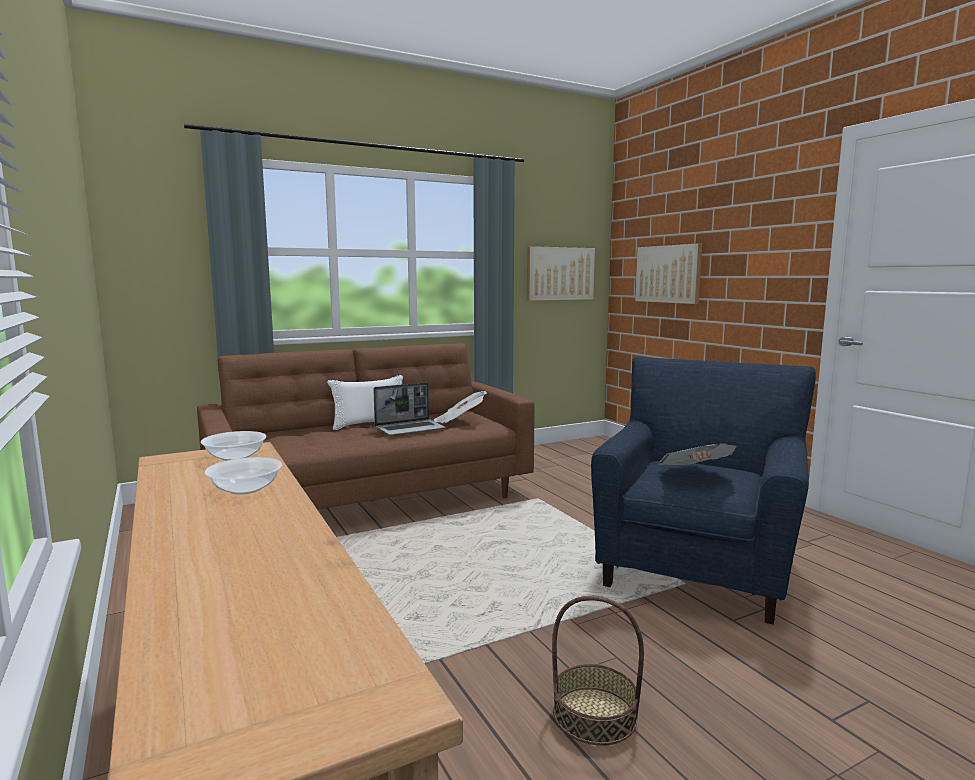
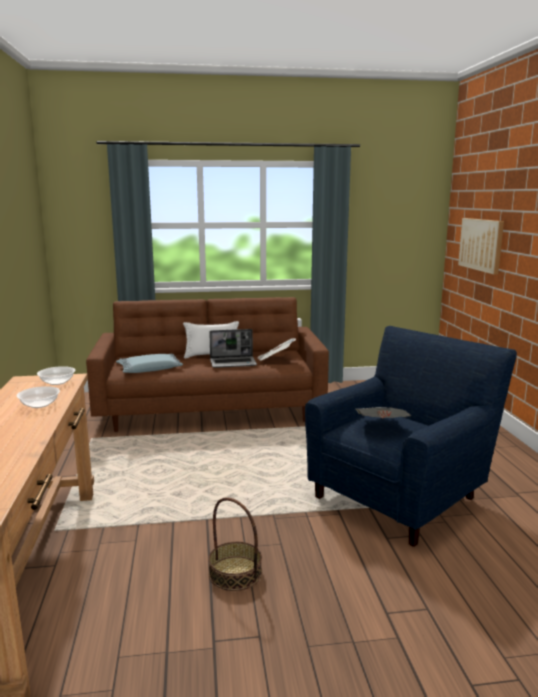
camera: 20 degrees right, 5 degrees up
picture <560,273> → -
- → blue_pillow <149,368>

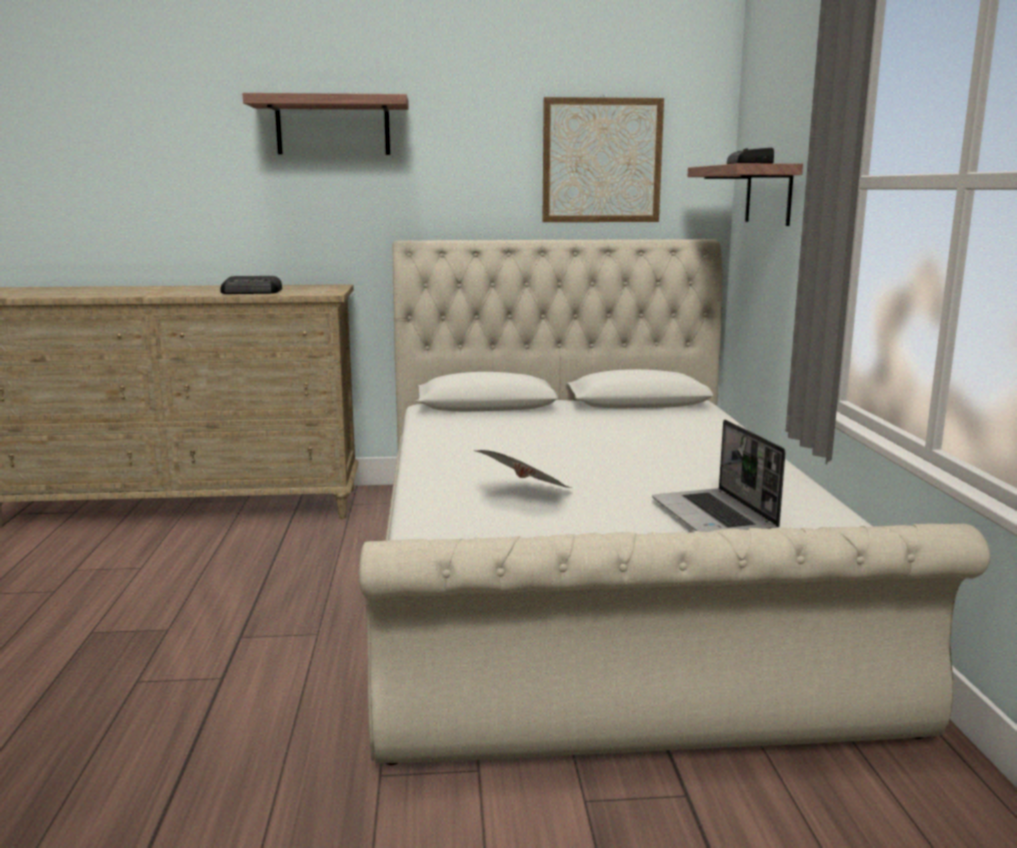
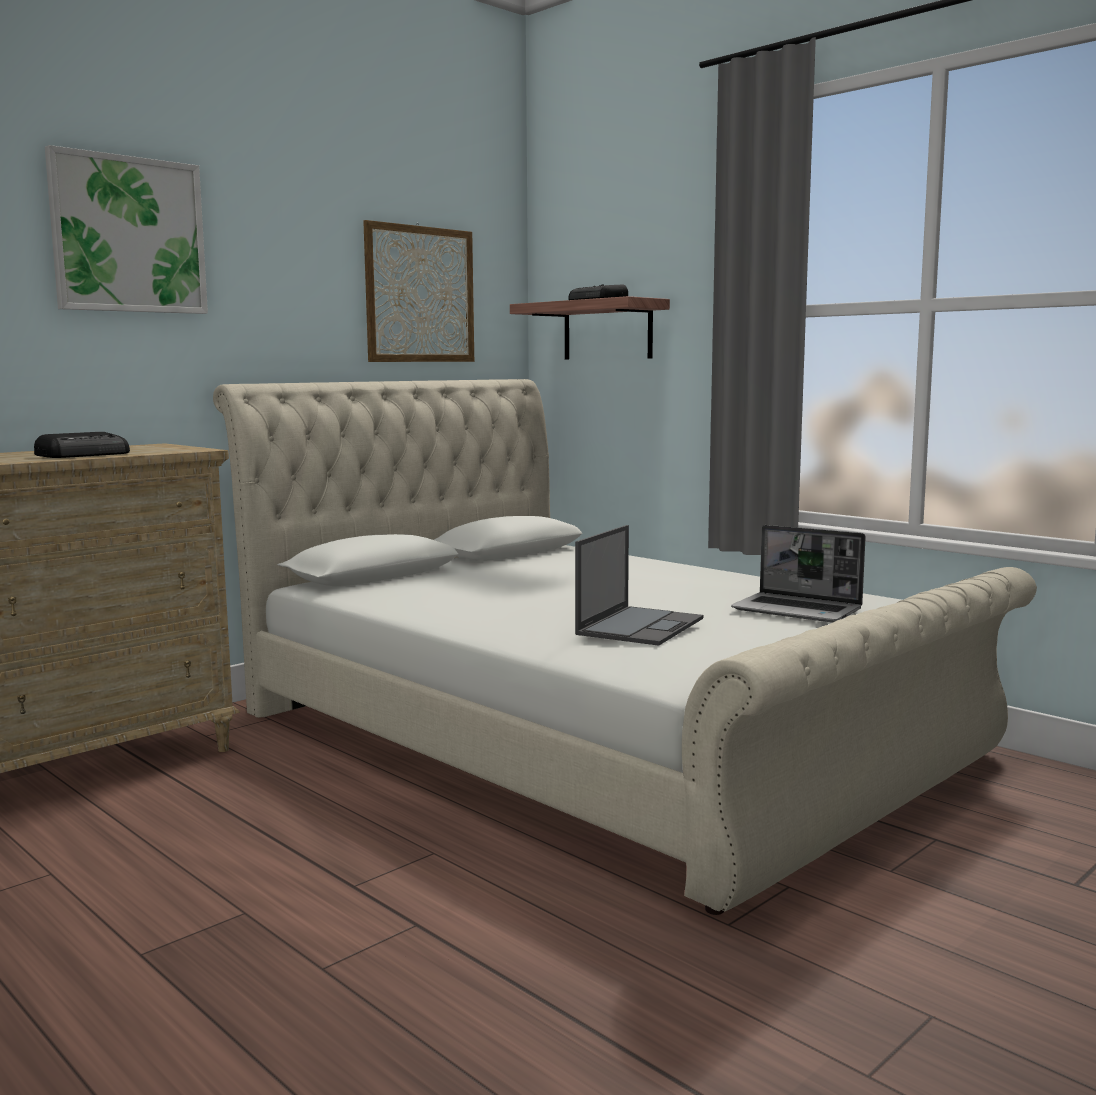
camera: 40 degrees left, 5 degrees down
shelf <333,127> → picture <128,235>
newspaper <526,495> → laptop <640,626>

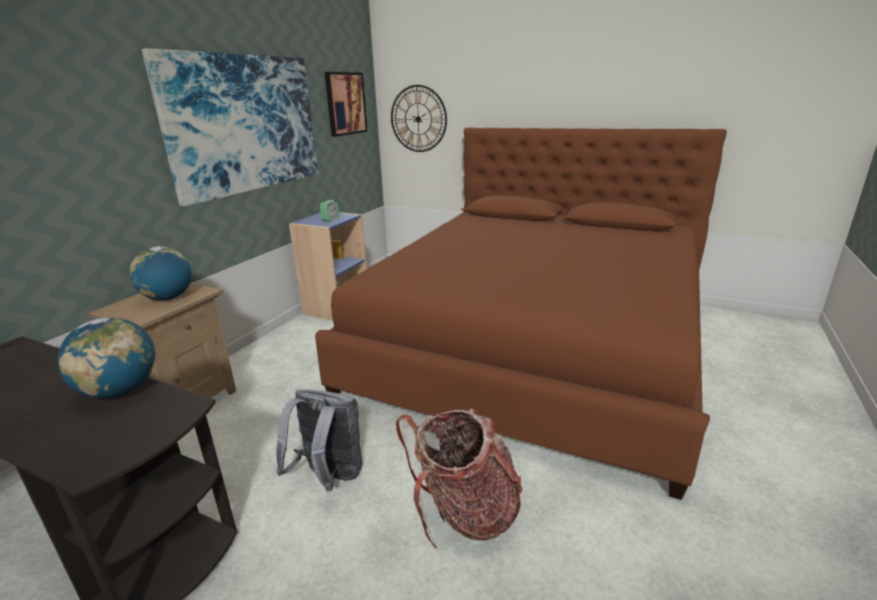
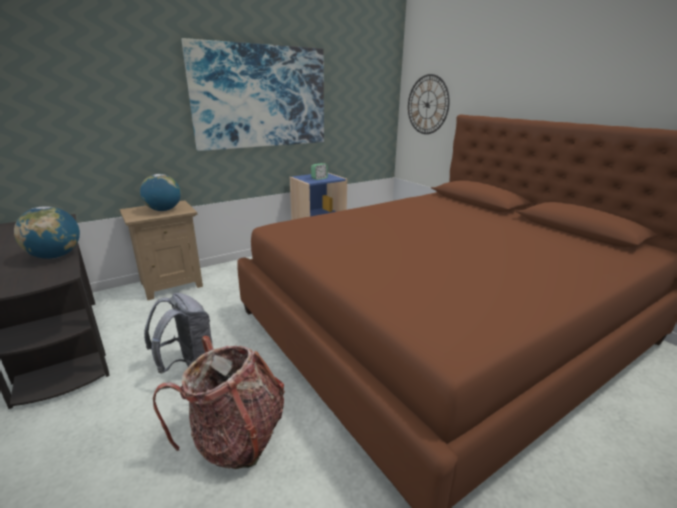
camera: 30 degrees right, 0 degrees up
picture <345,103> → -

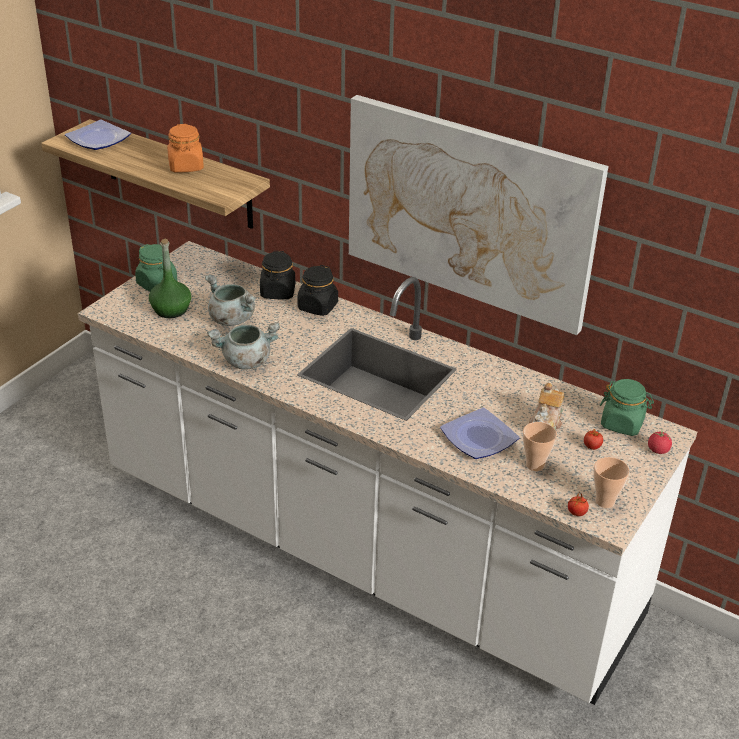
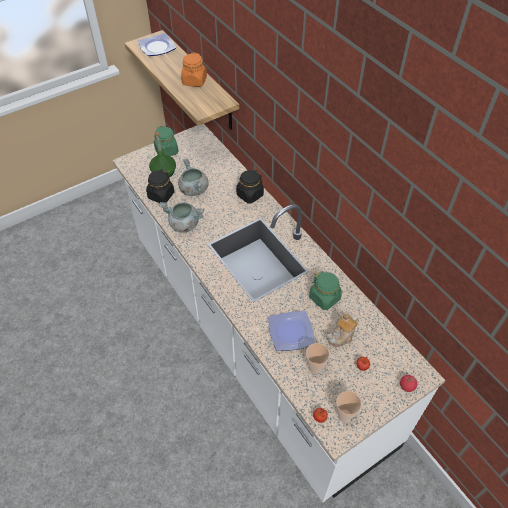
camera: 25 degrees right, 15 degrees up
picture <469,212> → -
black_jar <278,292> → black_jar <161,195>, shifted
green_jar <622,423> → green_jar <324,298>, shifted

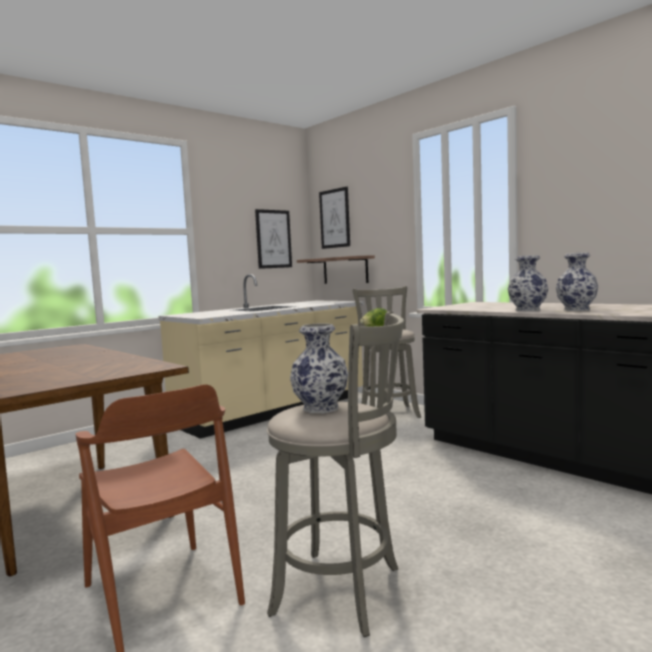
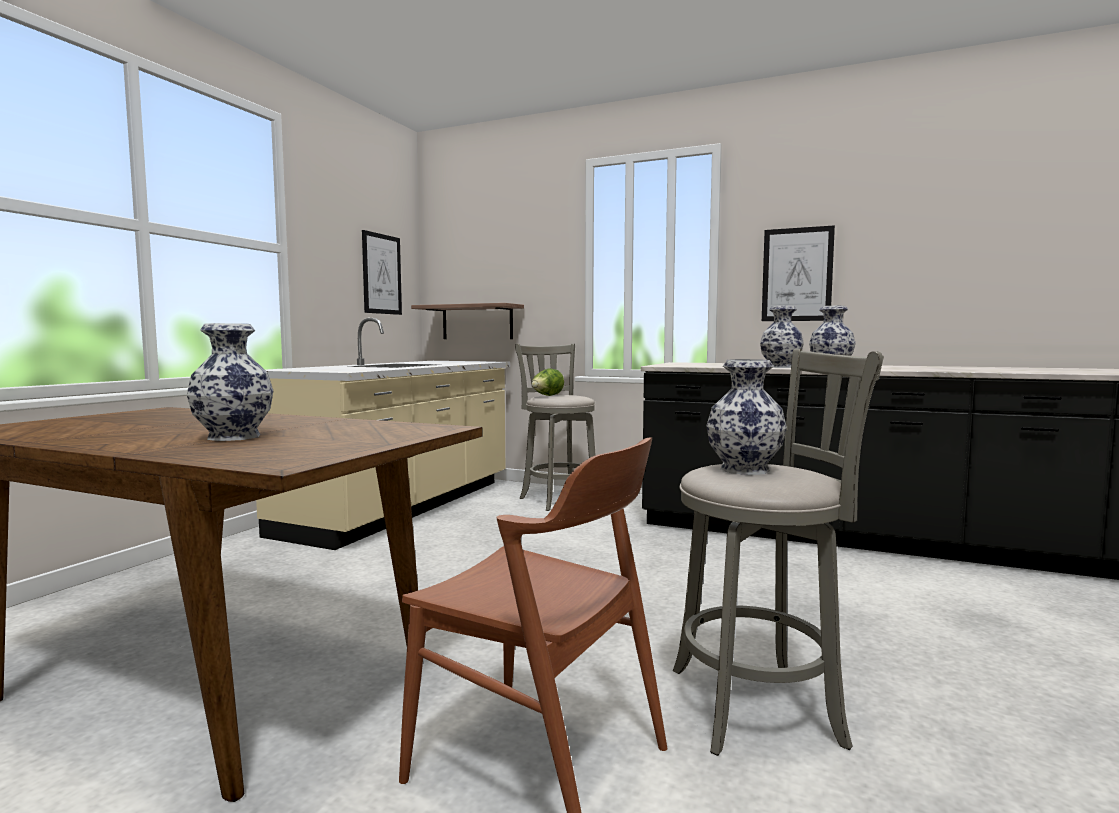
camera: 25 degrees left, 0 degrees up
picture <334,218> → picture <797,274>, shifted
- → vase <235,436>

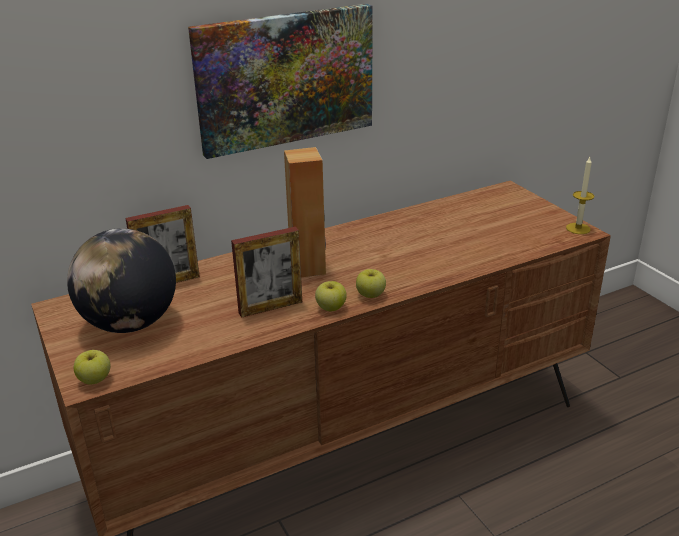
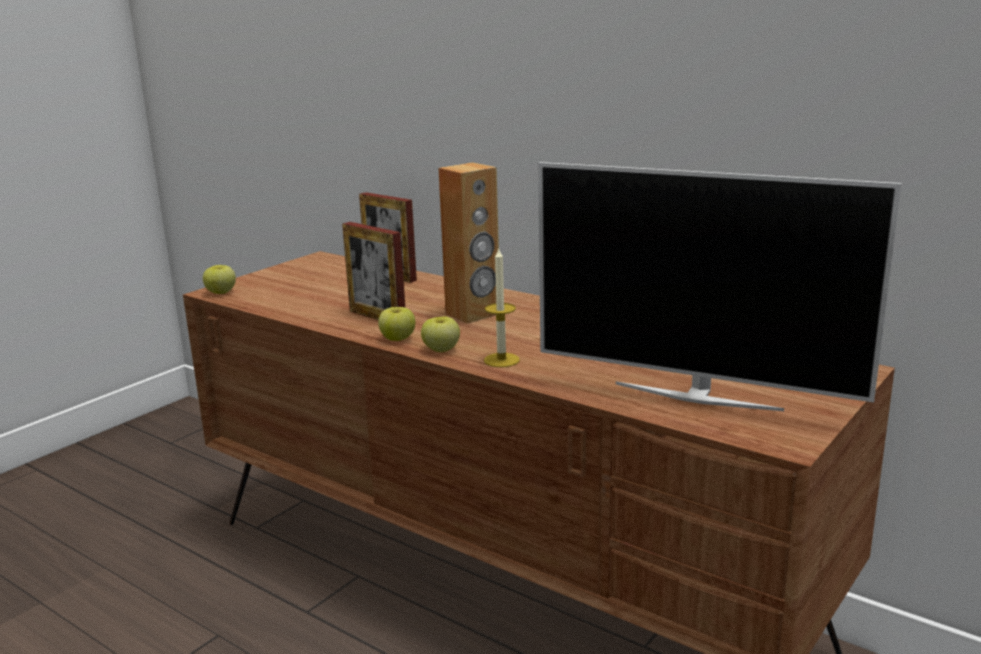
camera: 65 degrees right, 10 degrees down
picture <285,78> → -
candle <578,228> → candle <501,360>, shifted
globe <130,323> → -
- → television <697,396>

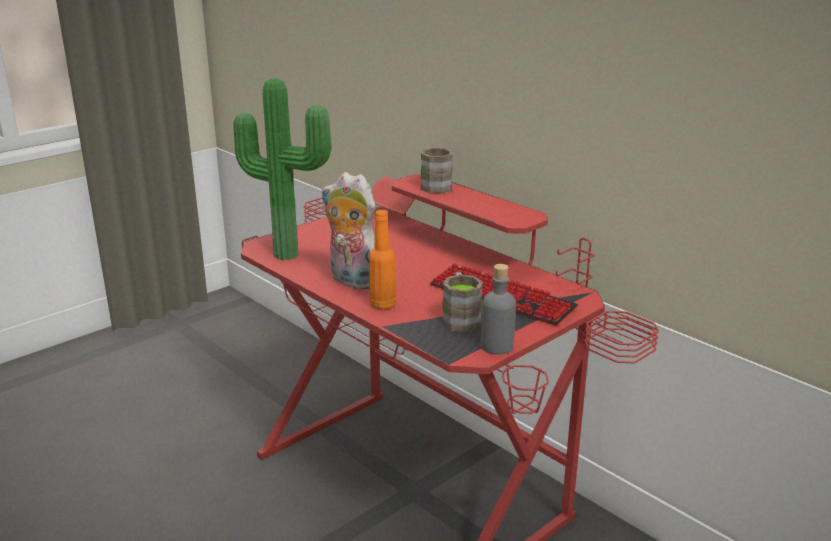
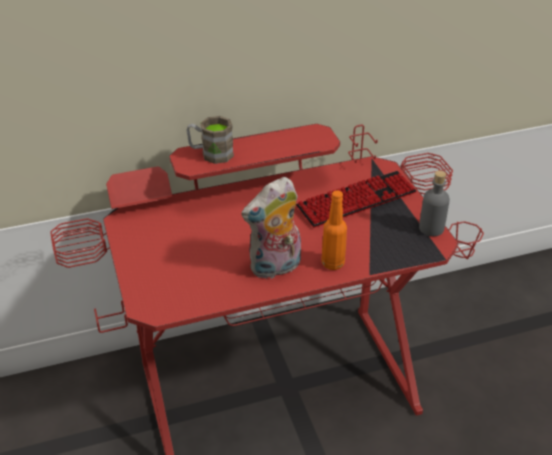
camera: 65 degrees left, 15 degrees up
potted_plant <288,253> → -
brown_mug <460,318> → -

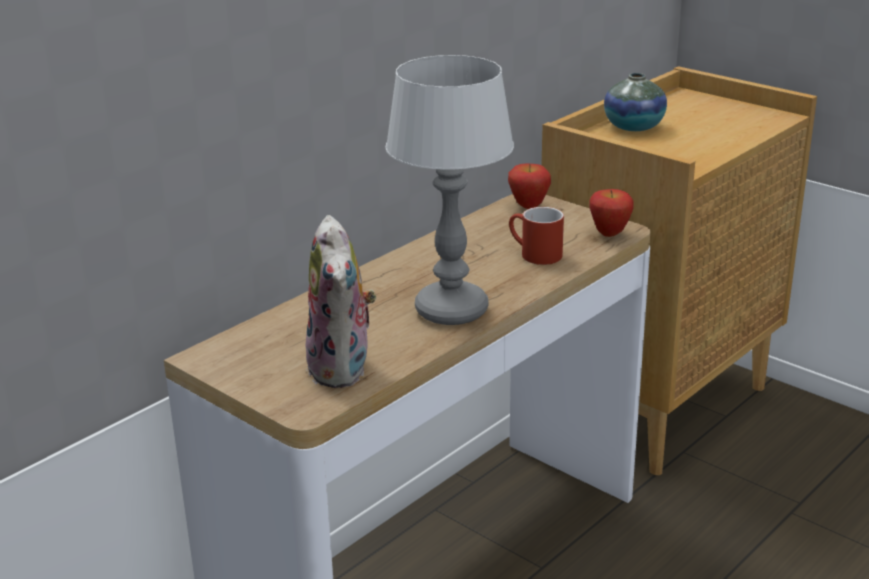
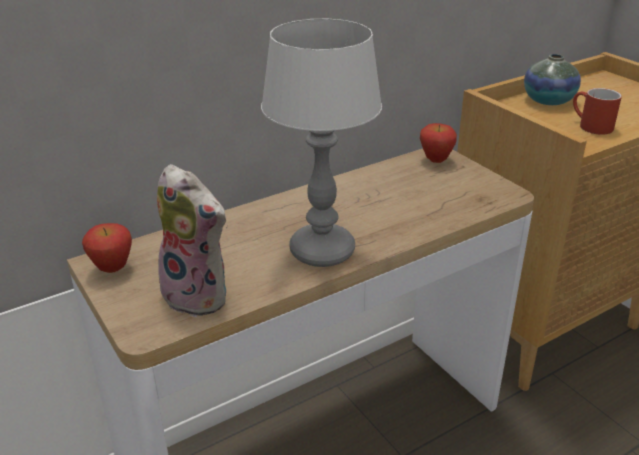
camera: 15 degrees right, 5 degrees up
apple <609,234> → apple <113,269>, shifted
red_mug <533,254> → red_mug <589,126>, shifted
plush_toy <344,369> → plush_toy <200,295>, 60 degrees counterclockwise

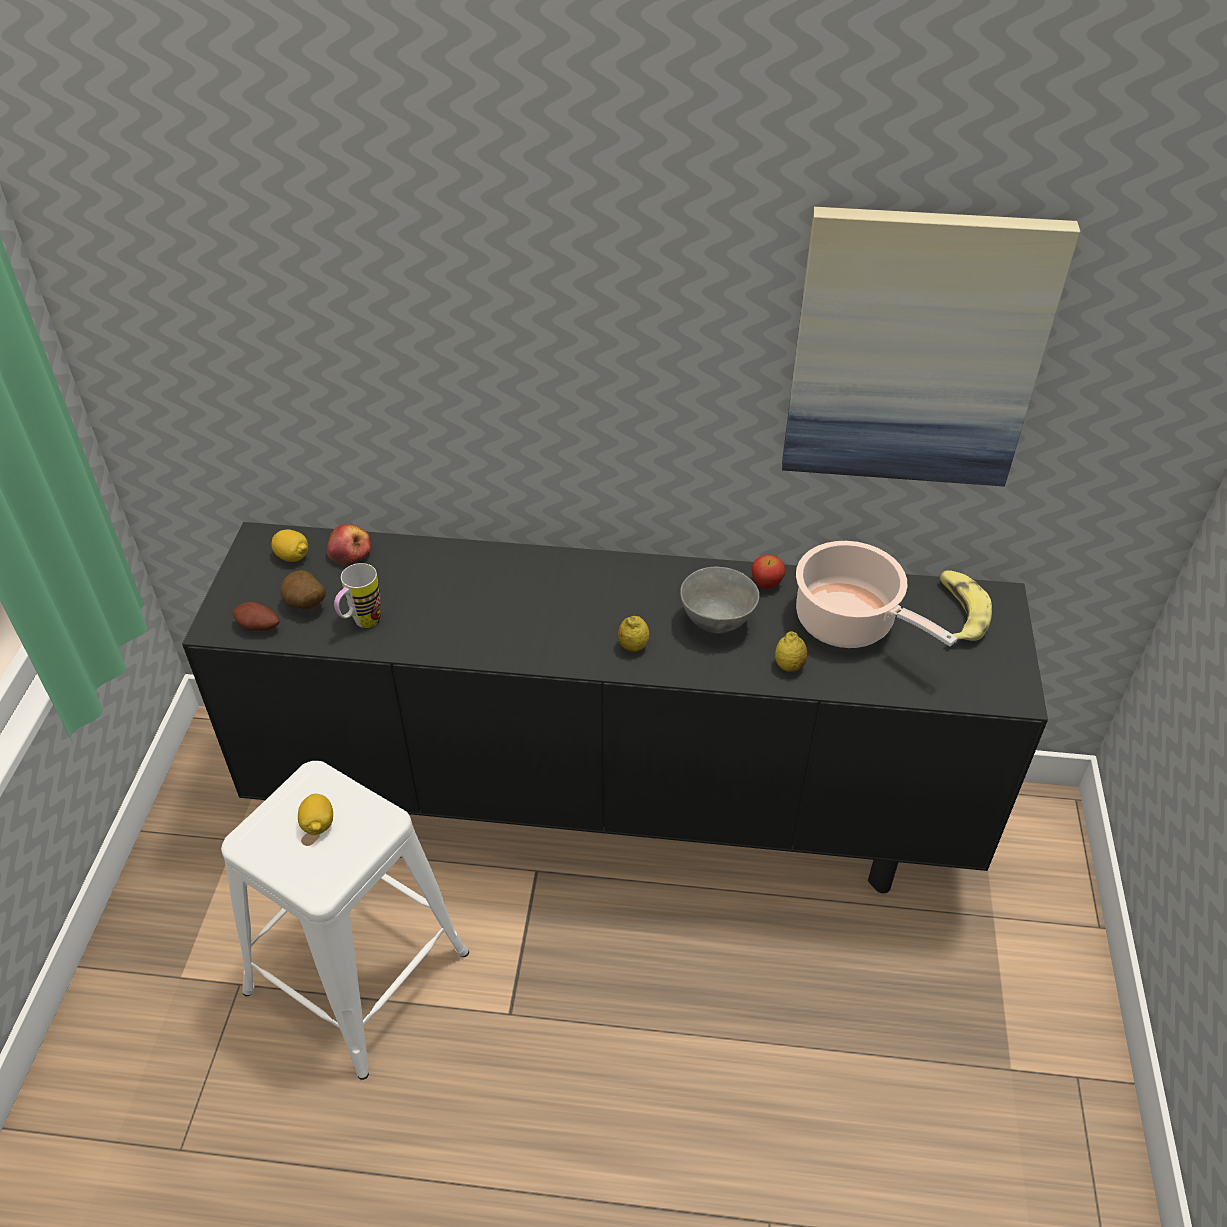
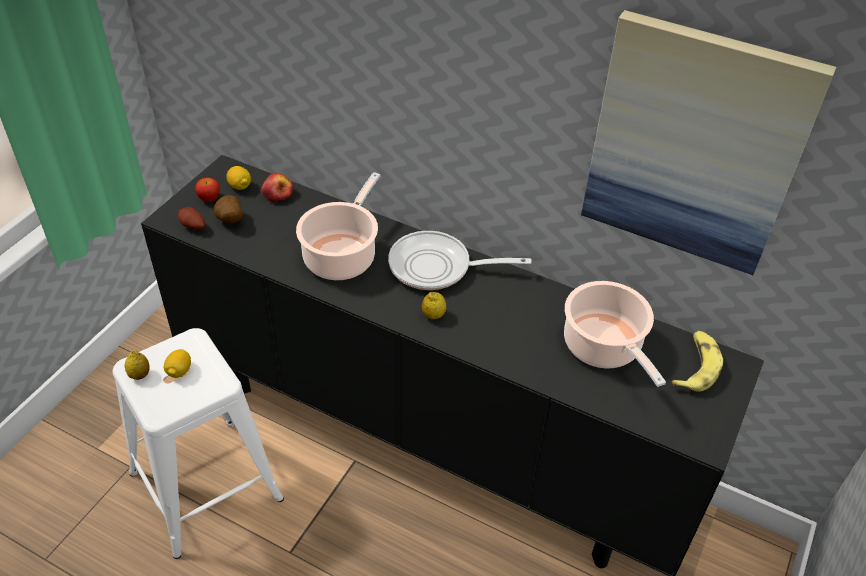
camera: 20 degrees right, 0 degrees up
apple <766,583> → apple <209,198>, shifted
mug <361,624> → -
grey_bowl <717,622> → -
lemon <789,666> → lemon <139,375>, shifted
- → cooking_pot <342,256>
- → frying_pan <437,267>

